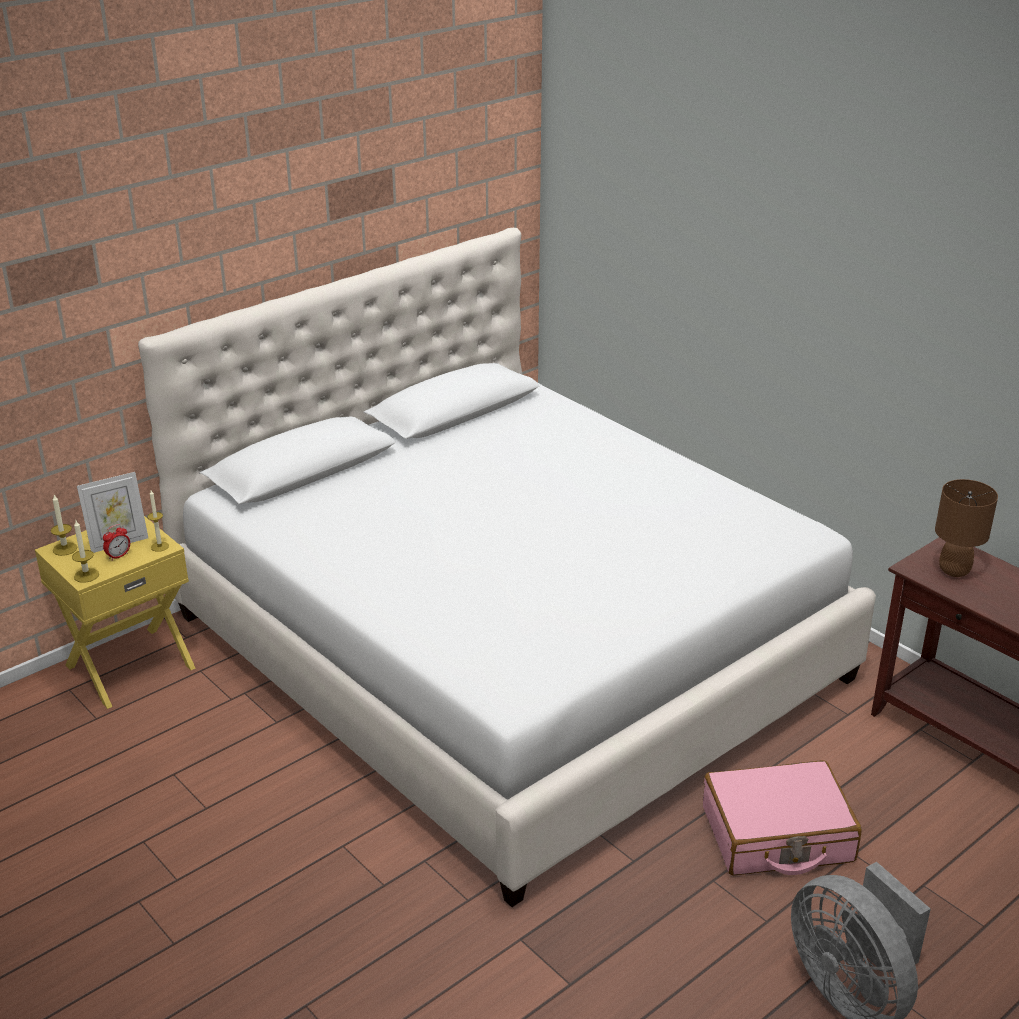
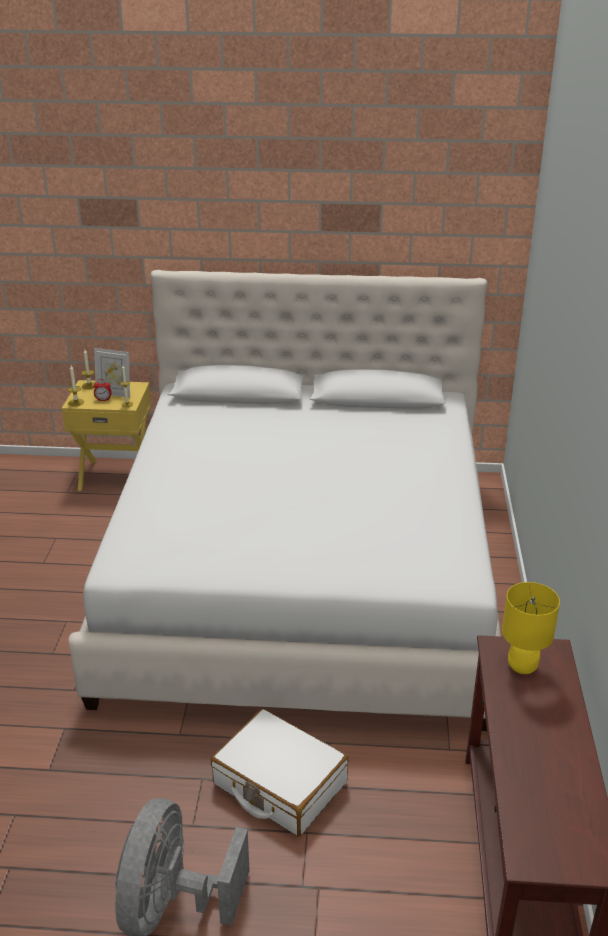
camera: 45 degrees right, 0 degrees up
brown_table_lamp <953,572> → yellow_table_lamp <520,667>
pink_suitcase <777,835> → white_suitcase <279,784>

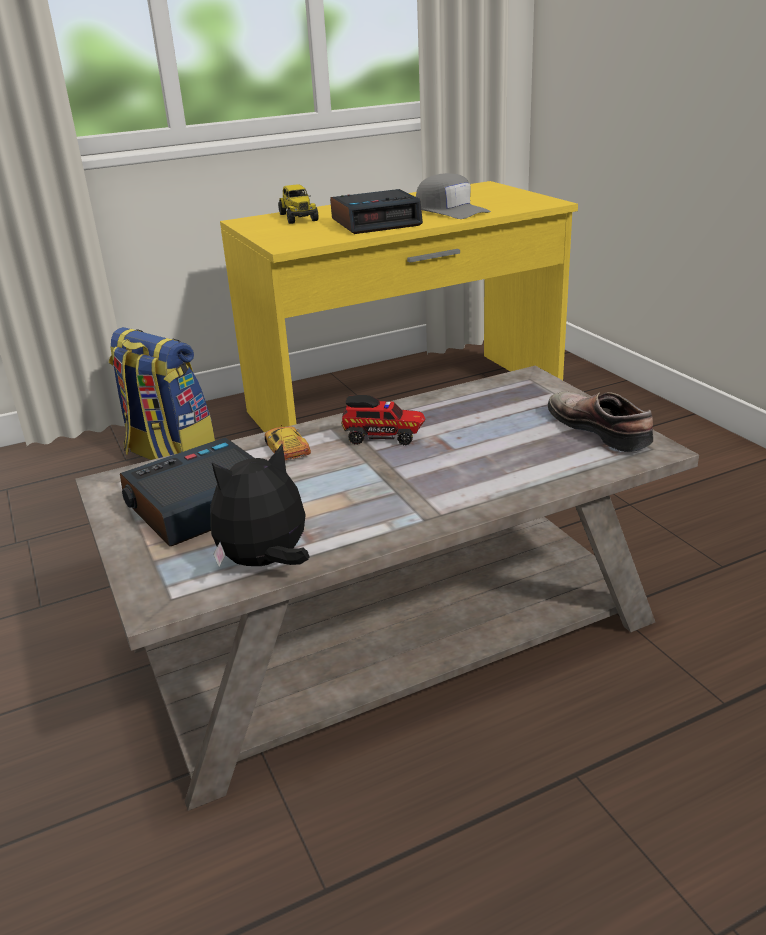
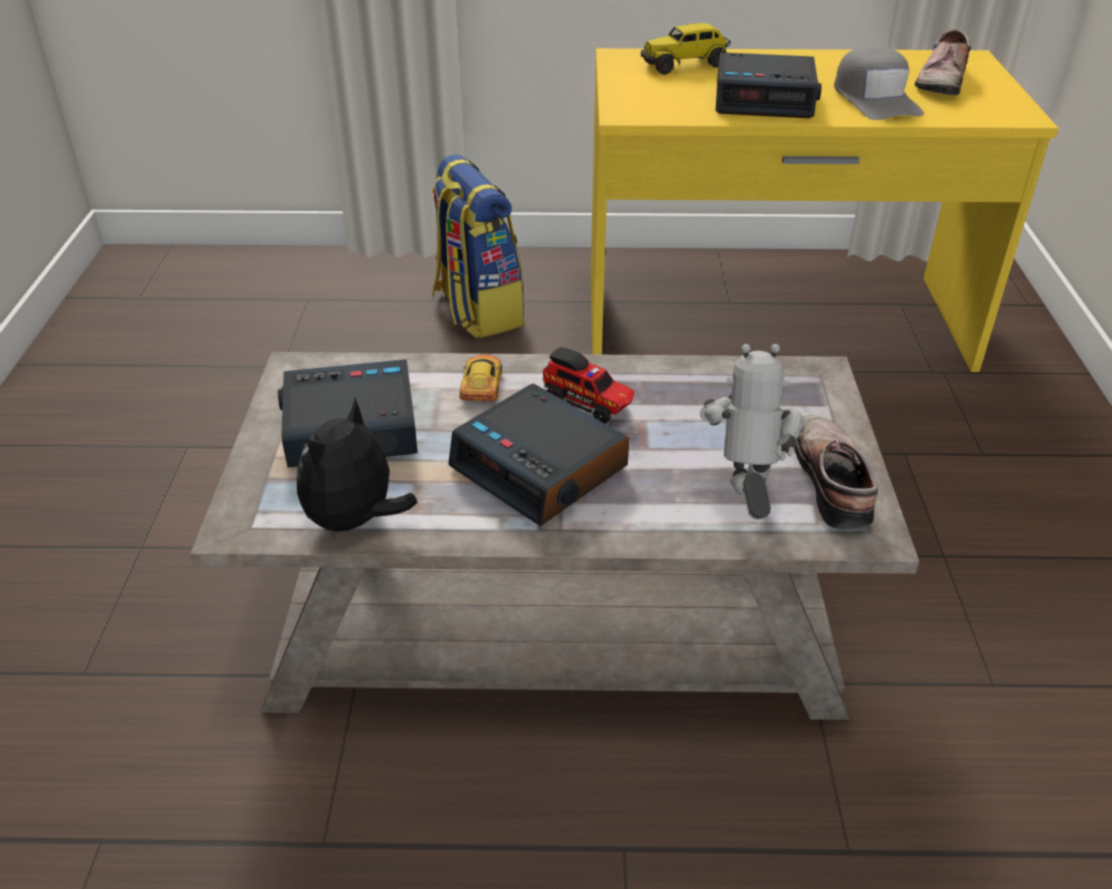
camera: 25 degrees right, 10 degrees up
toy_truck <298,217> → toy_truck <684,65>, 60 degrees clockwise
plush_toy <266,563> → plush_toy <355,521>, 60 degrees counterclockwise
- → shoe <939,81>
- → toy_robot <744,505>
- → alarm_clock <541,468>

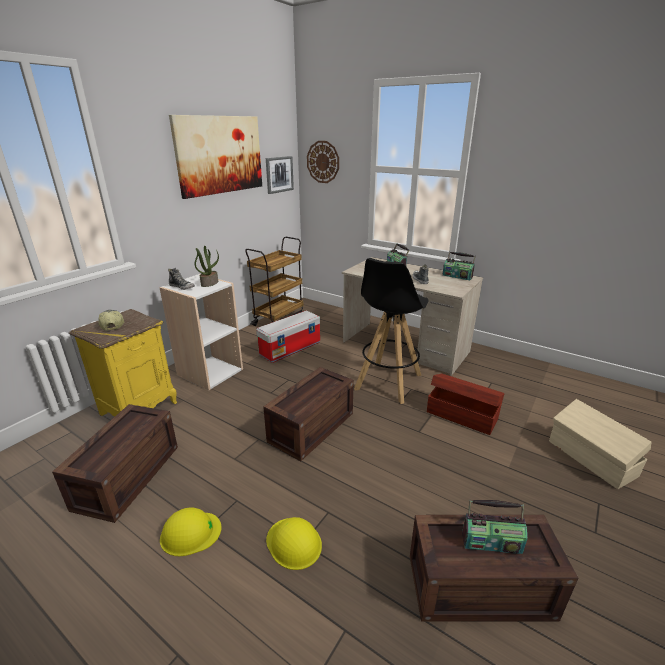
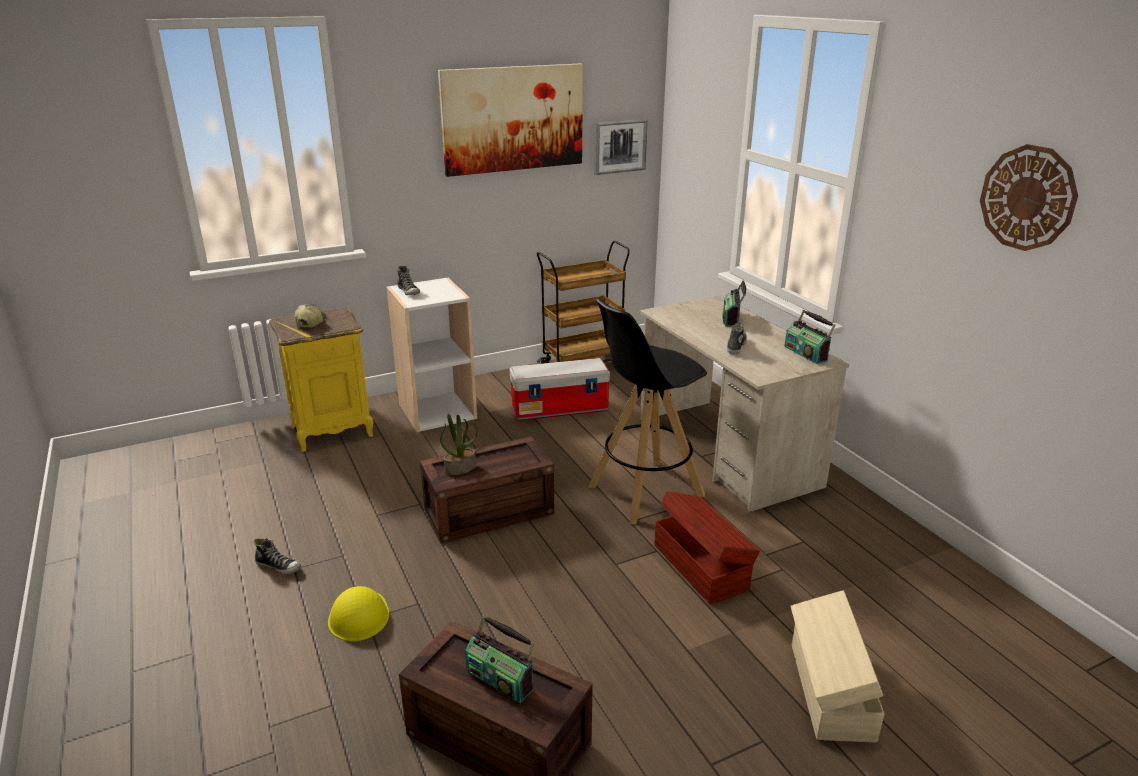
camera: 30 degrees right, 0 degrees up
wall_clock <323,162> → wall_clock <1027,198>, shifted
potted_plant <209,283> → potted_plant <460,468>, shifted
crate <127,475> → -
yellow_hard_hat <190,533> → shoe <279,566>

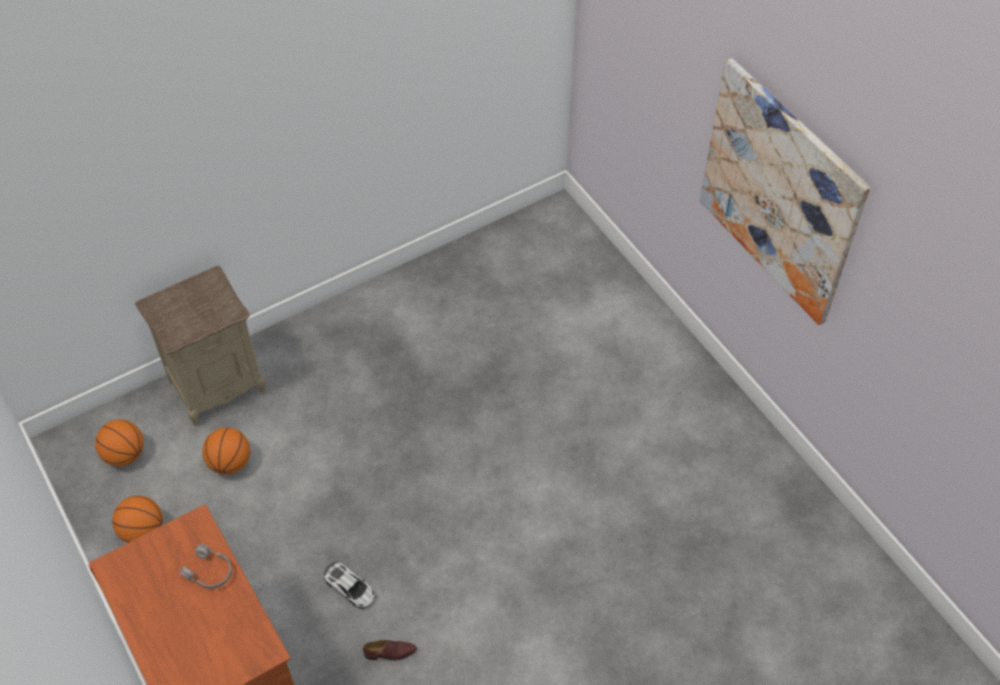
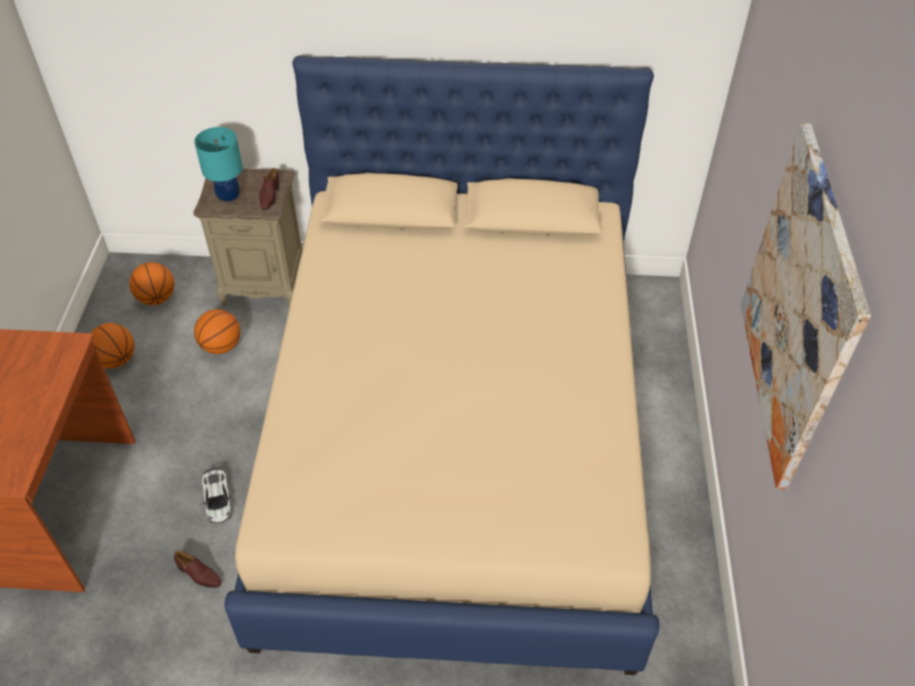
camera: 35 degrees right, 5 degrees down
grey_headphones <209,572> → -
- → beige_bed <457,437>
- → turquoise_table_lamp <227,196>
- → brown_shoe <269,196>

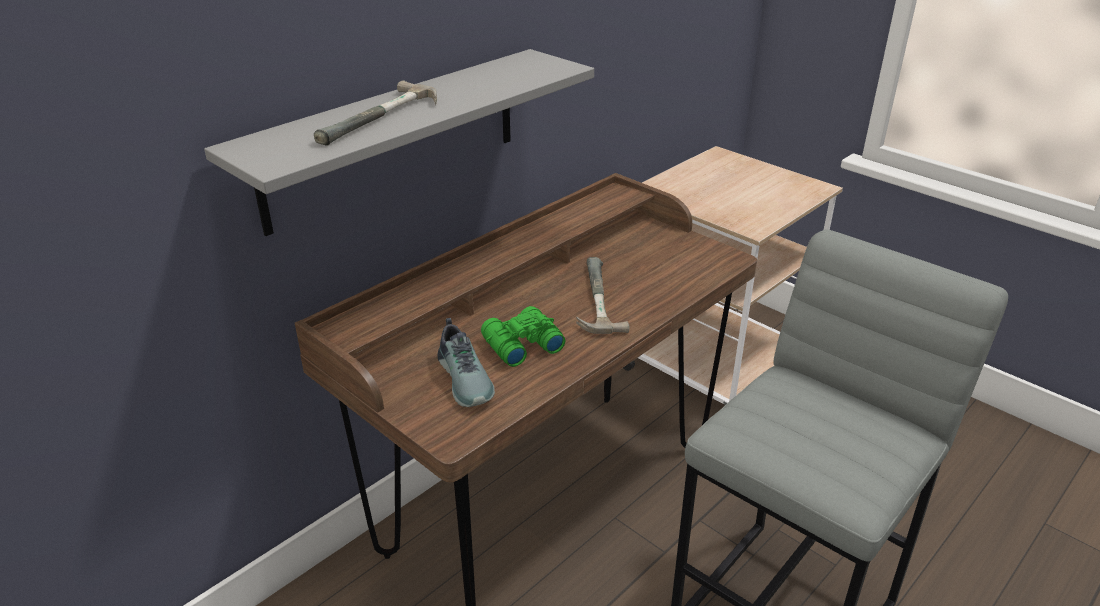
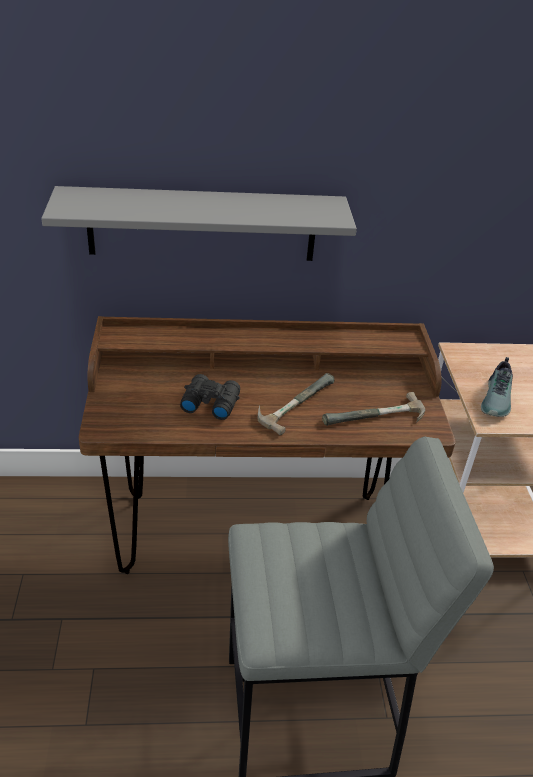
camera: 40 degrees right, 5 degrees up
hammer <384,119> → hammer <376,419>, shifted
green_binoculars <520,345> → black_binoculars <209,402>
shoe <467,378> → shoe <497,399>, shifted

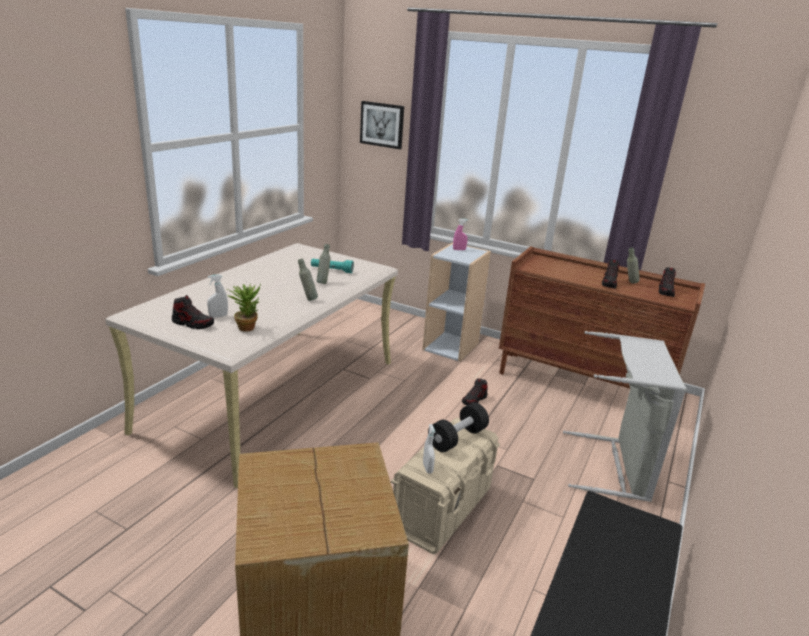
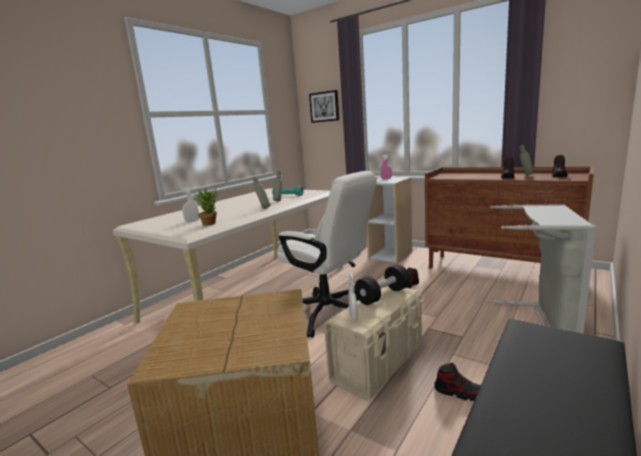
camera: 10 degrees right, 10 degrees down
shoe <193,324> → shoe <459,392>, shifted
- → white_office_chair <330,315>

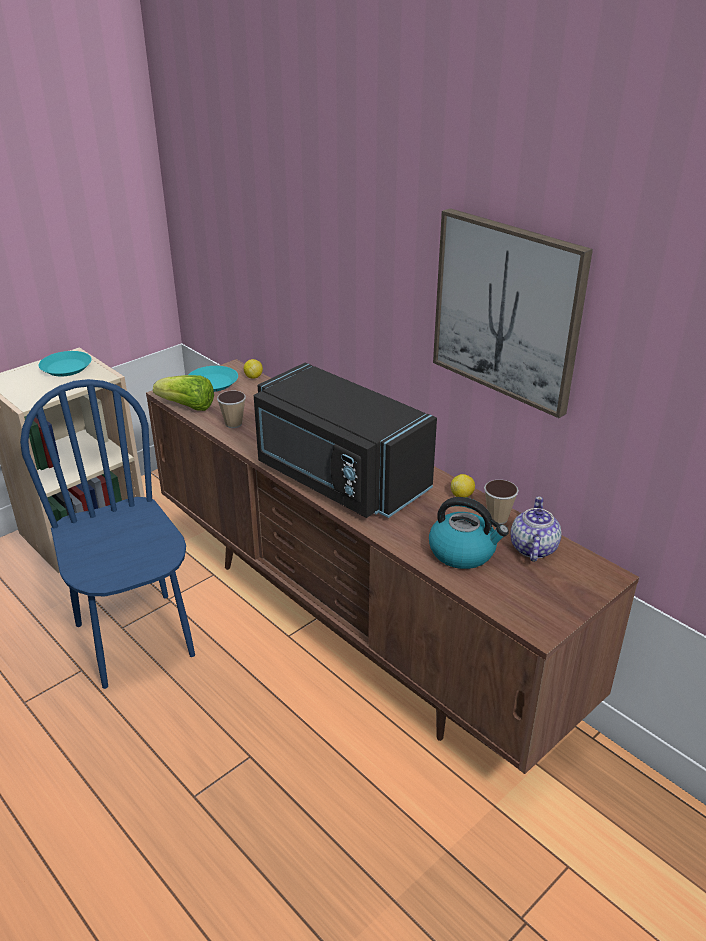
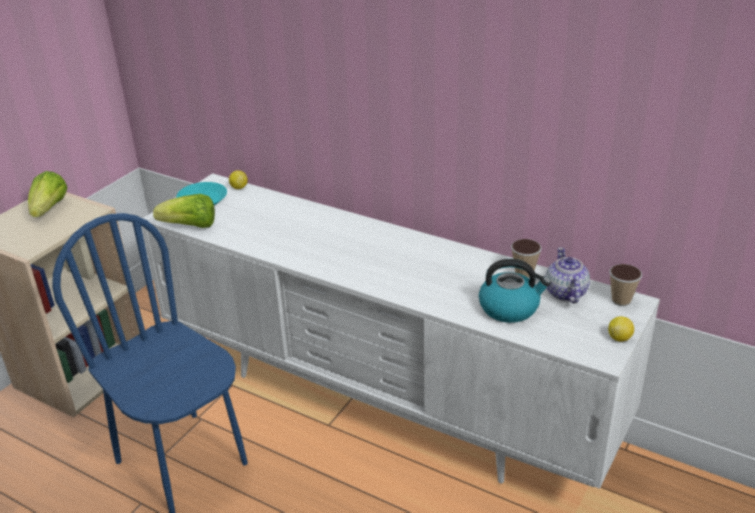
camera: 15 degrees left, 0 degrees up
picture <507,310> → -
turquoise_plate <67,368> → lettuce <49,209>
brown_cabinet <356,624> → white_cabinet <385,400>
black_microwave <338,478> → -
cup <233,424> → cup <621,300>, shifted
lemon <462,495> → lemon <619,338>, shifted

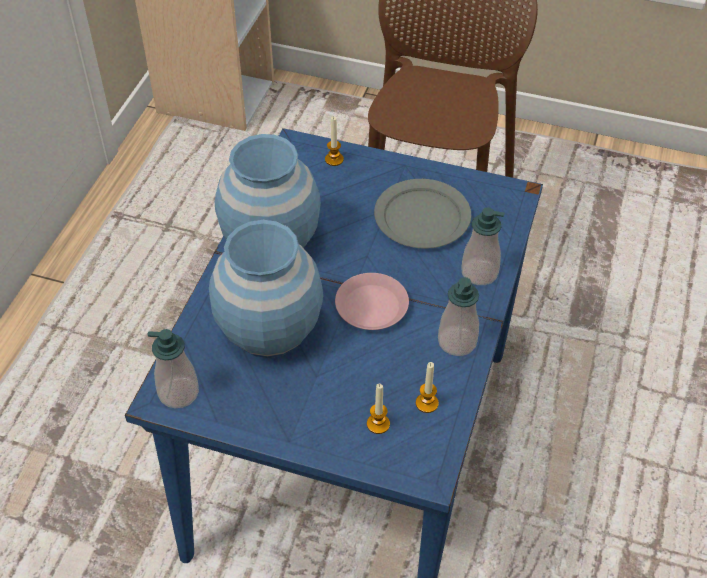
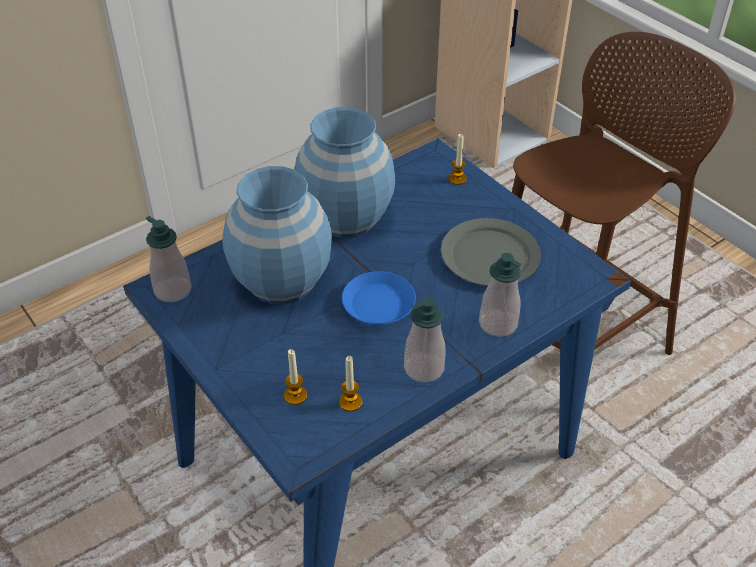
camera: 35 degrees right, 5 degrees down
pink_plate <371,307> → blue_plate <378,304>

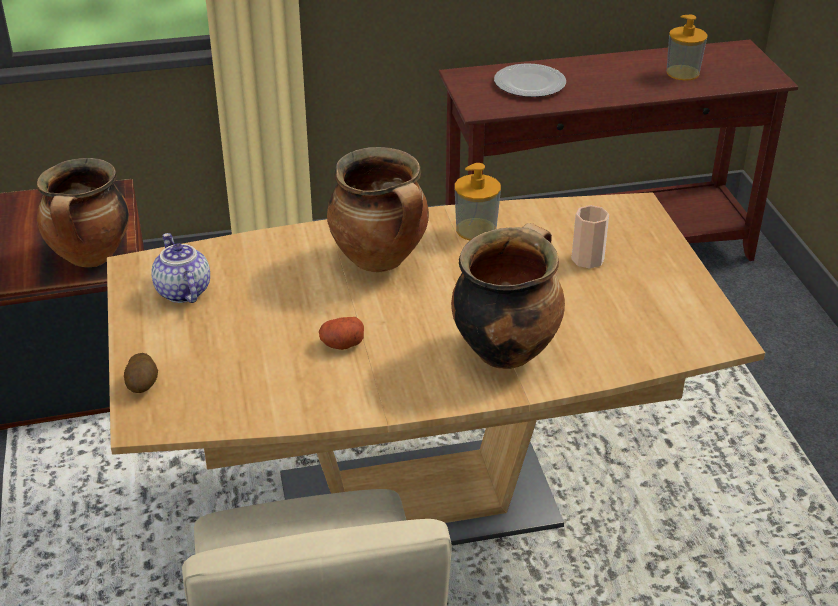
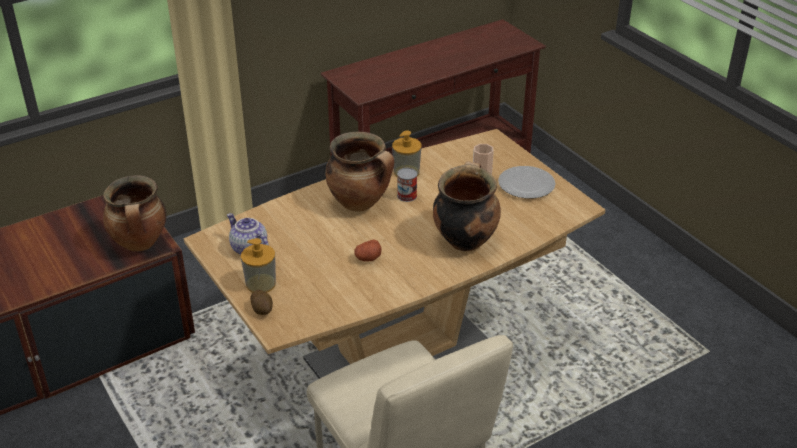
camera: 20 degrees left, 0 degrees up
soap_dispenser <682,73> → soap_dispenser <261,284>, shifted
plate <530,84> → plate <527,185>, shifted
- → can <407,196>

